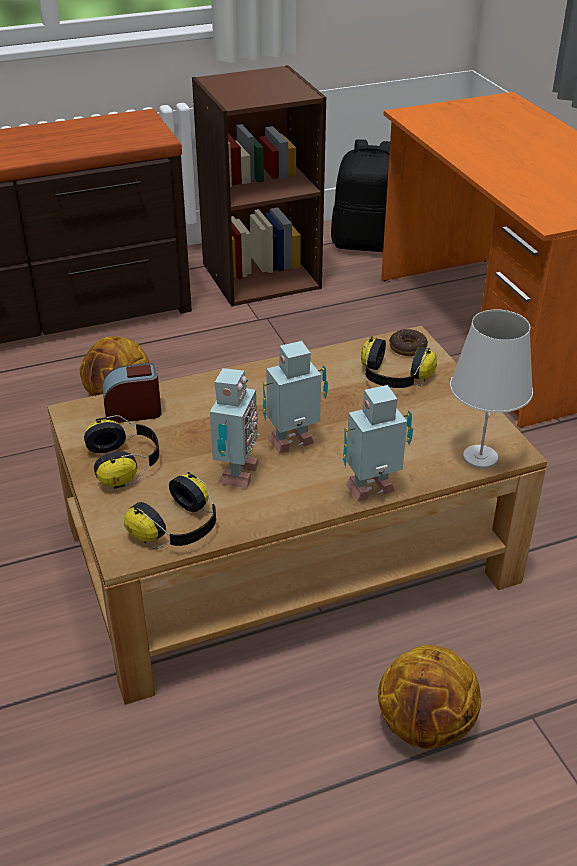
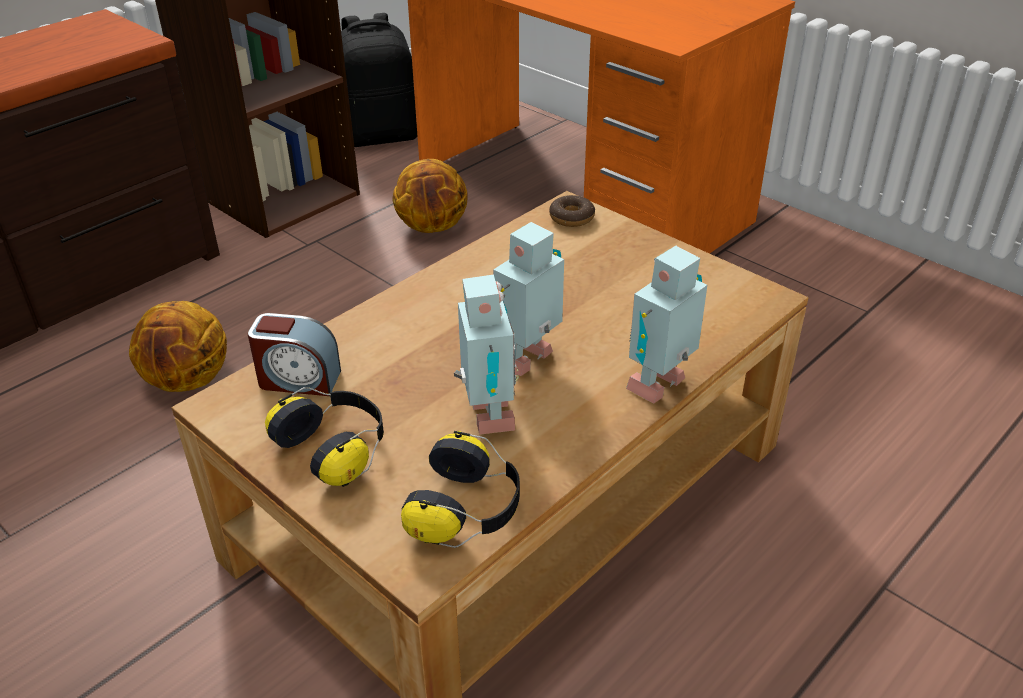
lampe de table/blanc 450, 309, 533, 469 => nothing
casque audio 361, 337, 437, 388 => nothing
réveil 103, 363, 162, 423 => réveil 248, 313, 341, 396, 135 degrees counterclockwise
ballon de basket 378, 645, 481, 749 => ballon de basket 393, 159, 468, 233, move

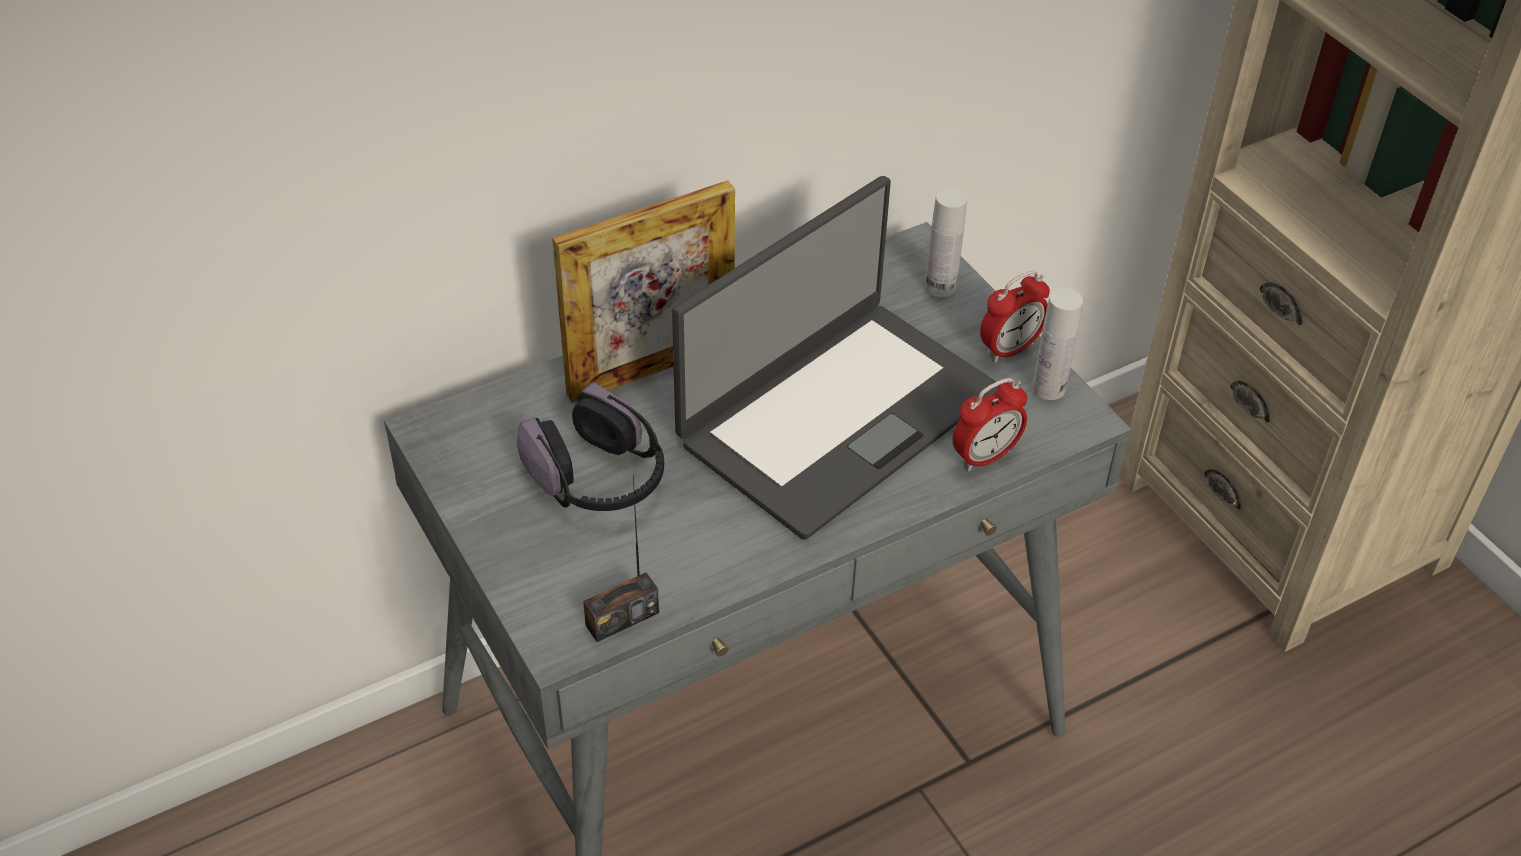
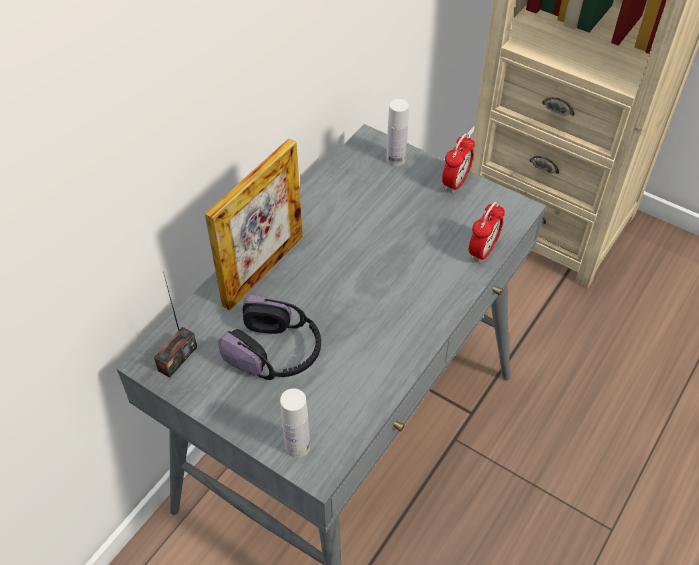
ordinateur portable 672, 176, 999, 540 => nothing
bouteille/blanc 1032, 288, 1083, 400 => bouteille/blanc 280, 388, 310, 458, move
radio 583, 476, 659, 642 => radio 154, 272, 197, 378, move

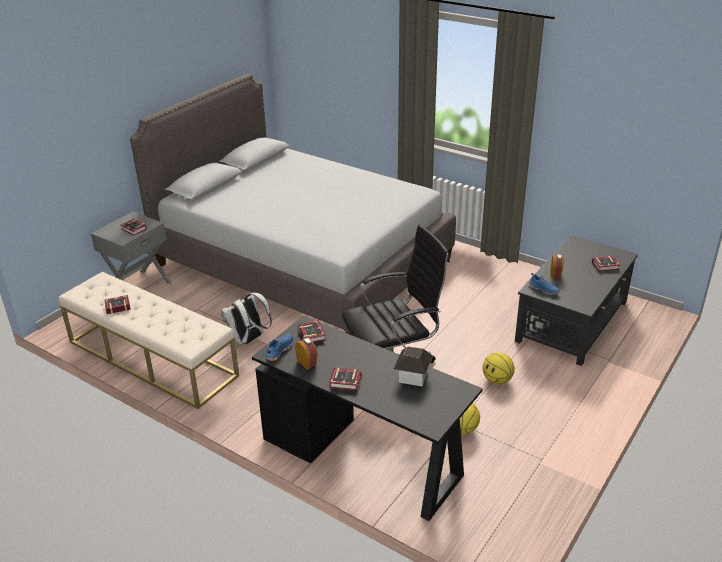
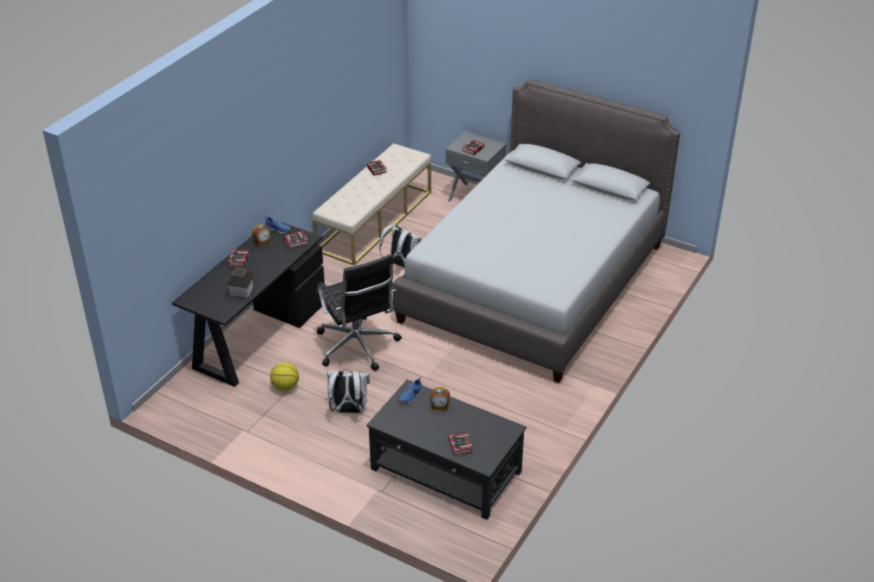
ballon de basket 483, 352, 515, 384 => sac à dos/blanc 327, 369, 370, 413

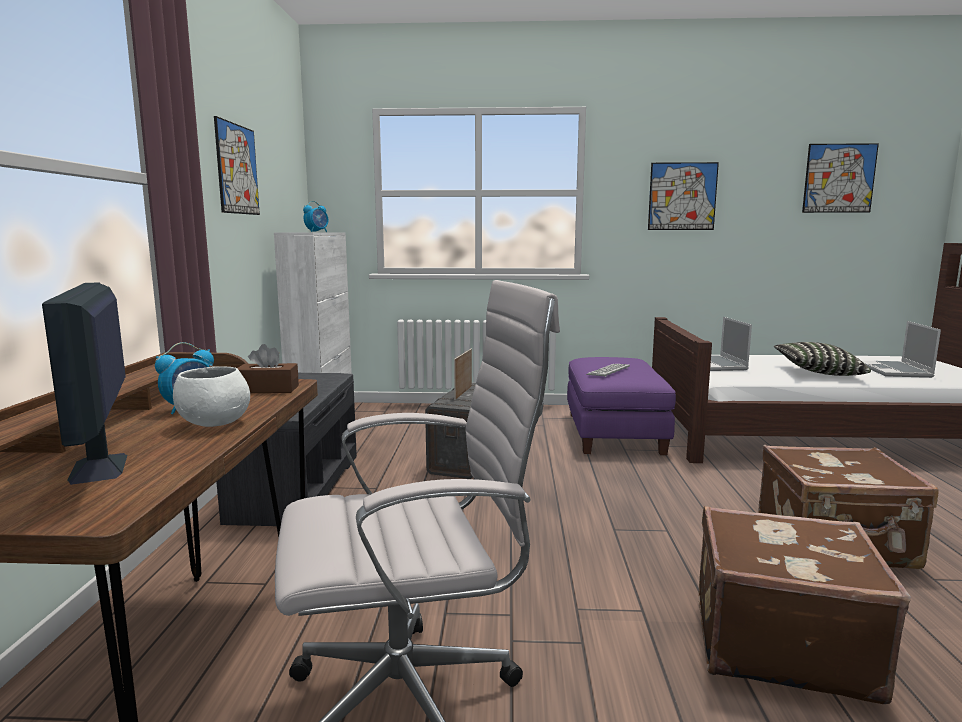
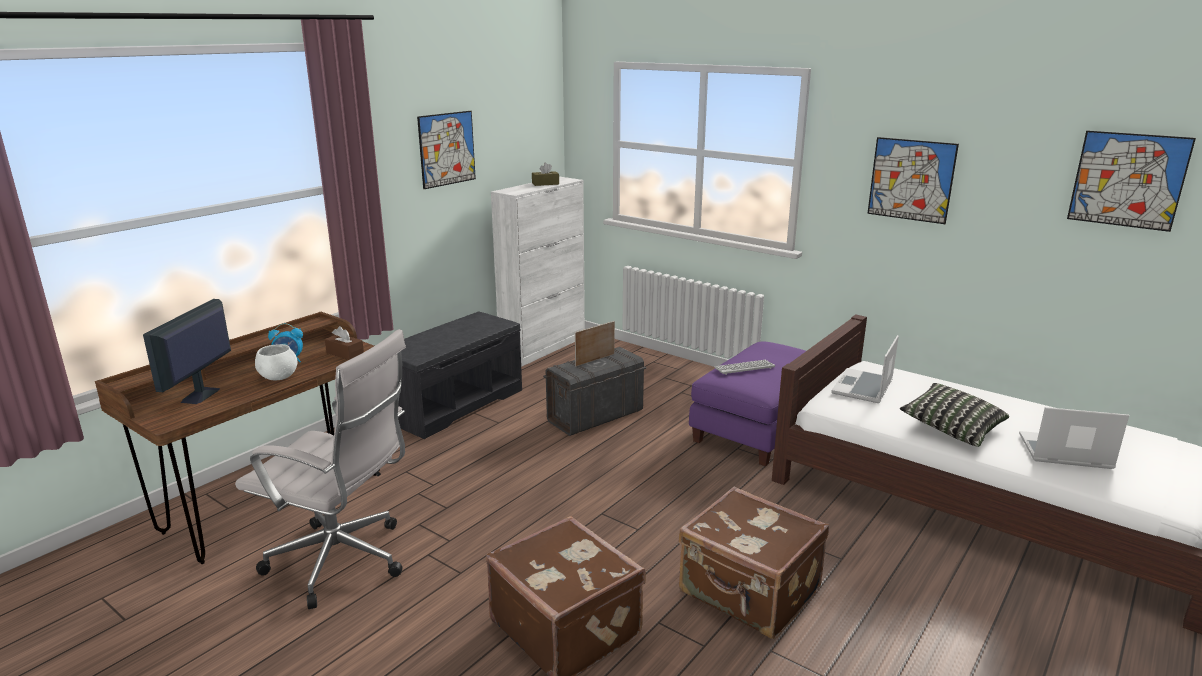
réveil 303, 201, 328, 232 => boîte à mouchoirs/marron 532, 163, 559, 186
ordinateur portable 862, 321, 941, 378 => ordinateur portable 1019, 407, 1129, 469, 60 degrees clockwise

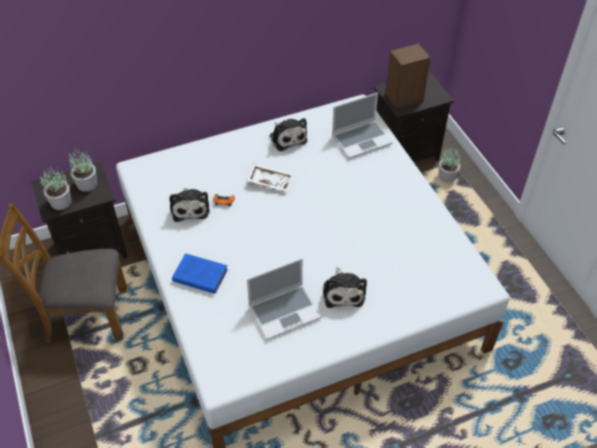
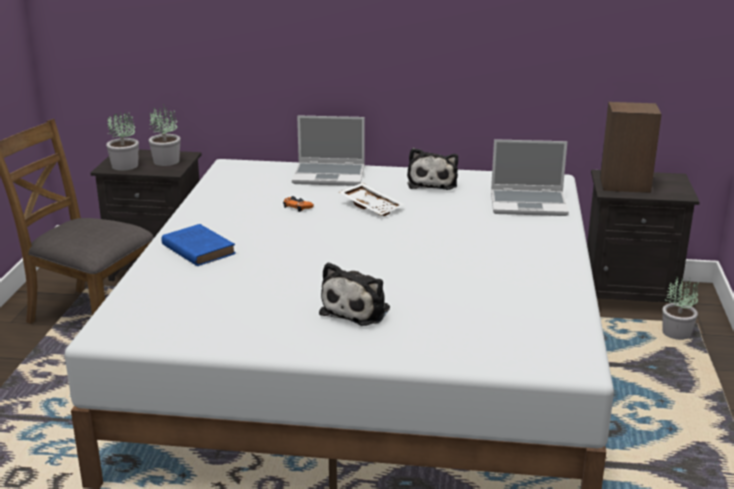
peluche 169, 188, 210, 222 => nothing
ordinateur portable 247, 258, 321, 340 => ordinateur portable 292, 115, 365, 186, move

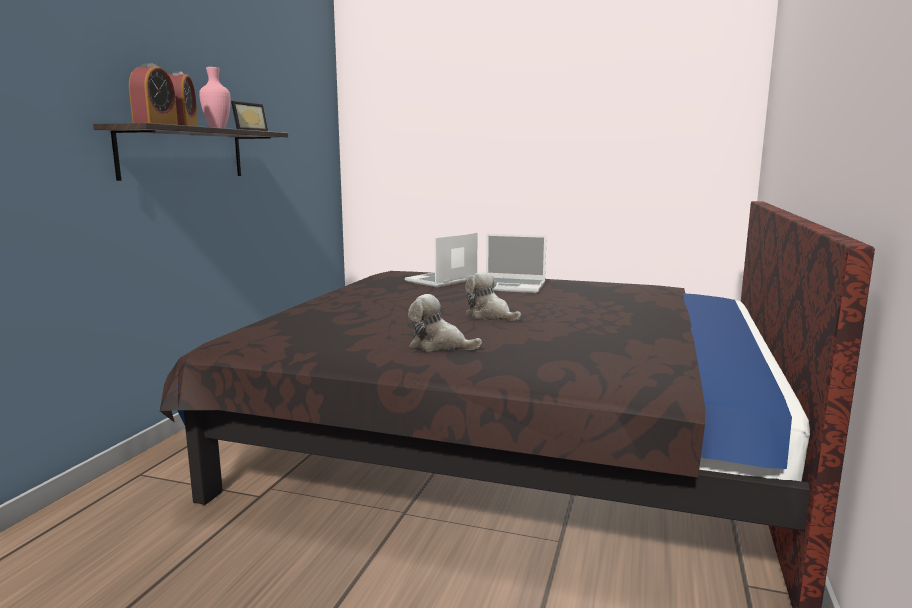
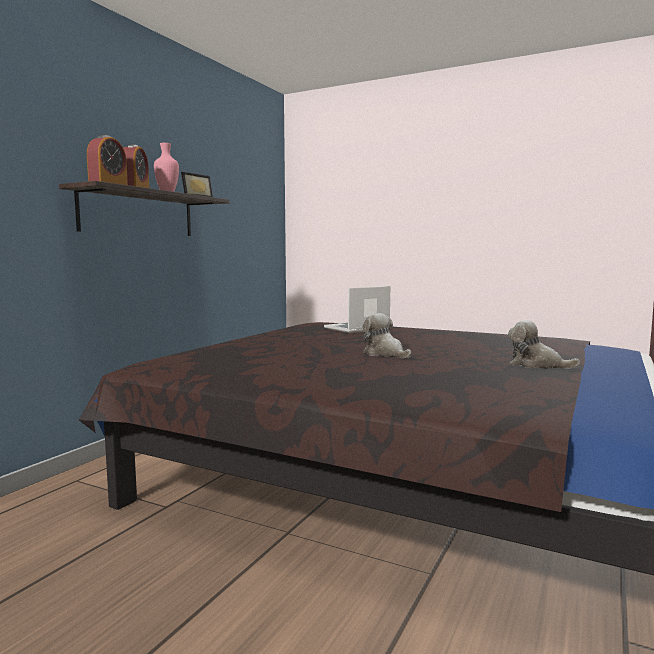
ordinateur portable 486, 234, 547, 293 => nothing
peluche 408, 294, 482, 351 => peluche 508, 320, 580, 369, move

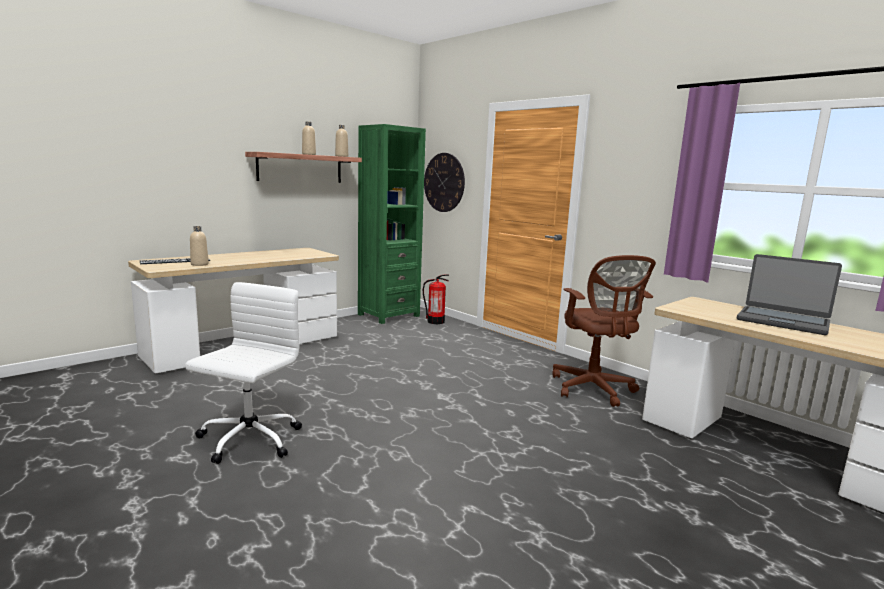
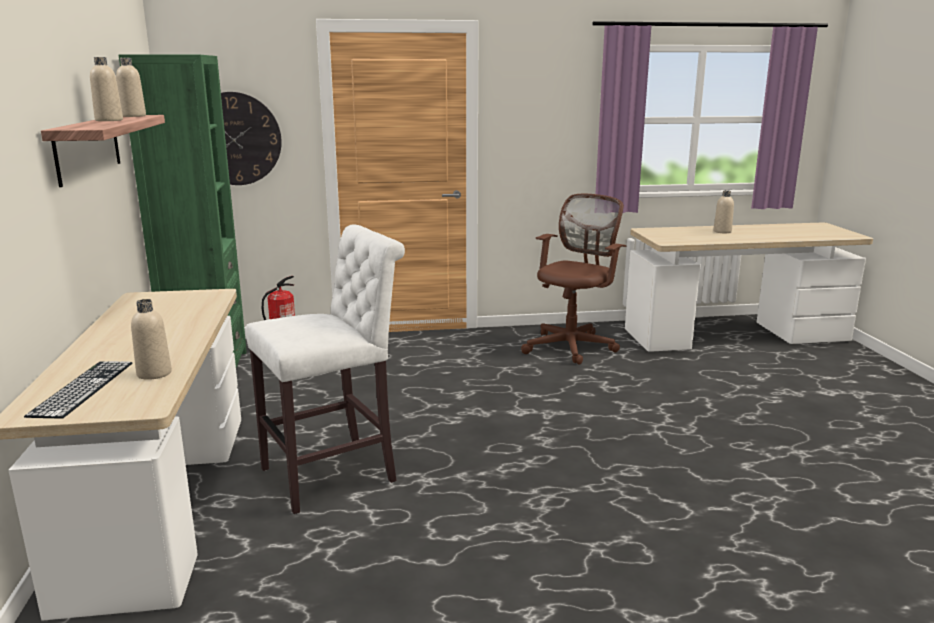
ordinateur portable 737, 254, 842, 335 => bouteille/beige 713, 190, 734, 233
chaise de bureau/marron 552, 255, 656, 407 => chaise de bureau/marron 521, 194, 627, 365, 75 degrees counterclockwise
chaise de bureau/blanc 185, 282, 302, 464 => nothing
nothing => tabouret/blanc 245, 225, 405, 514

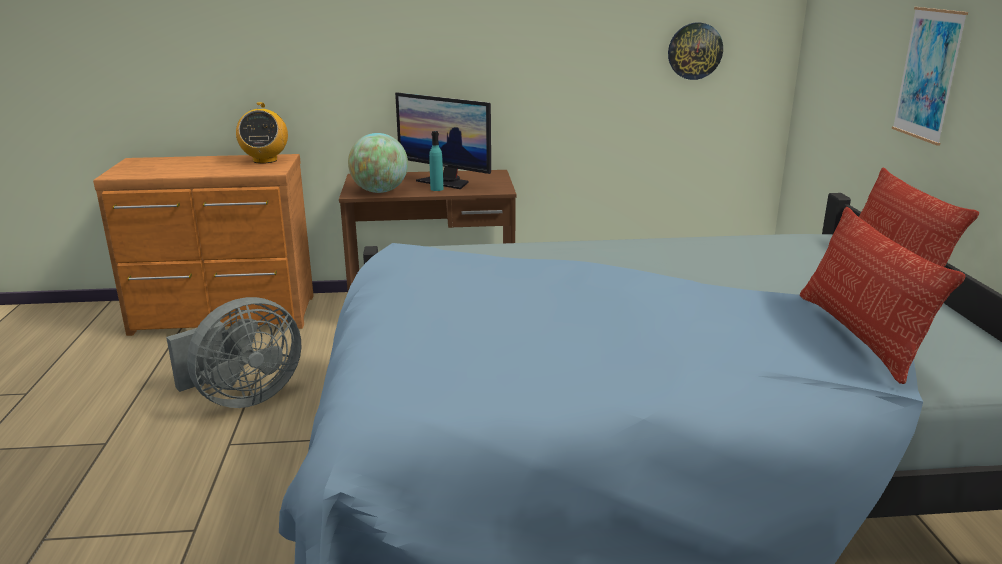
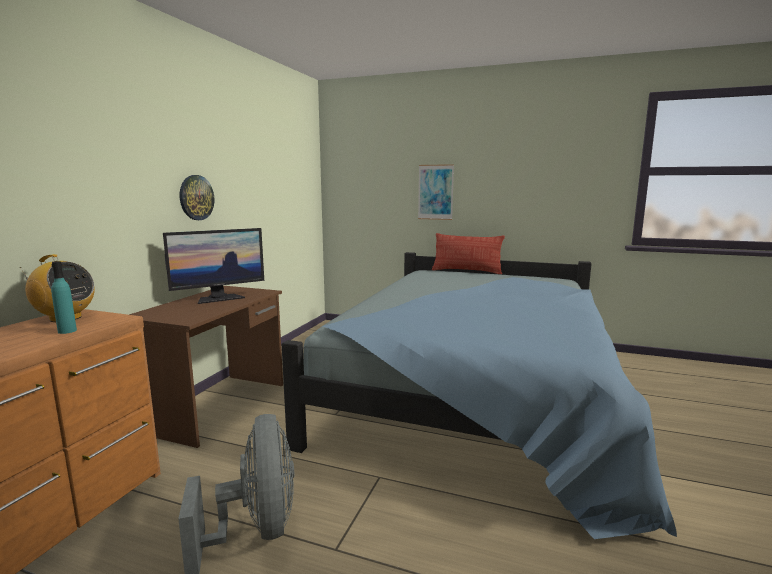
horloge murale 668, 23, 723, 80 => horloge murale 180, 175, 214, 220, move
bouteille/turquoise 429, 131, 443, 191 => bouteille/turquoise 51, 261, 77, 334, move
globe 348, 133, 408, 193 => nothing
coussin 800, 207, 965, 384 => nothing

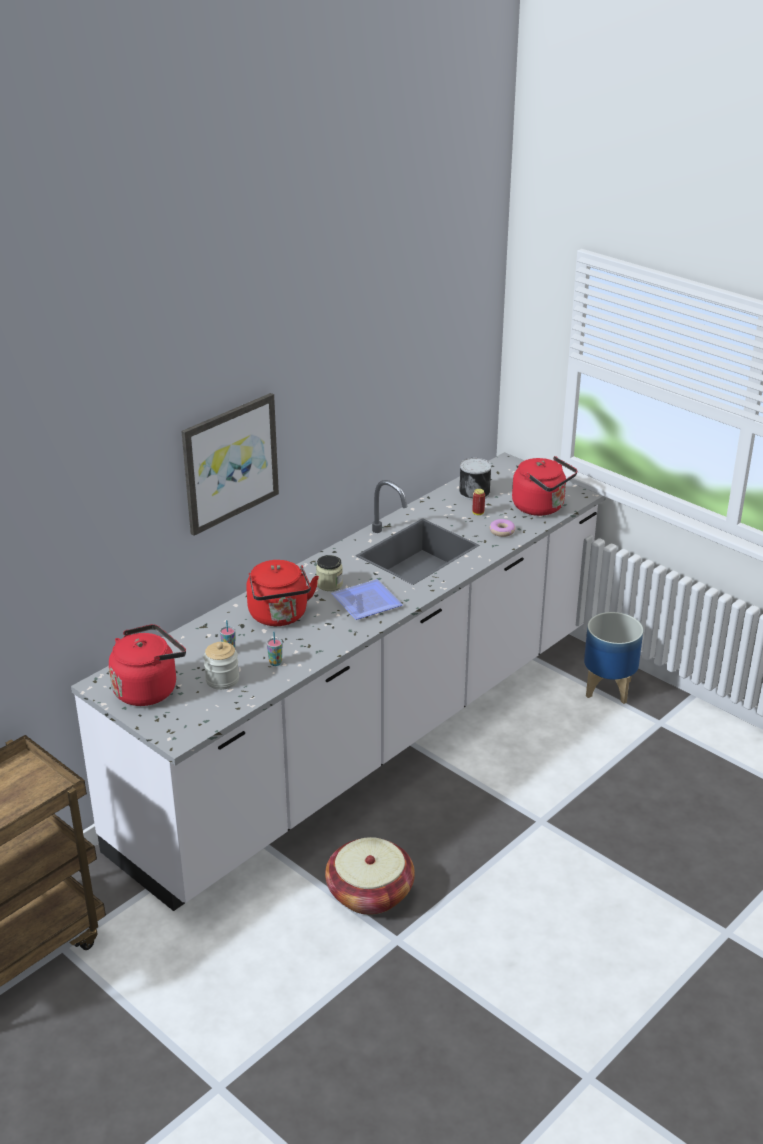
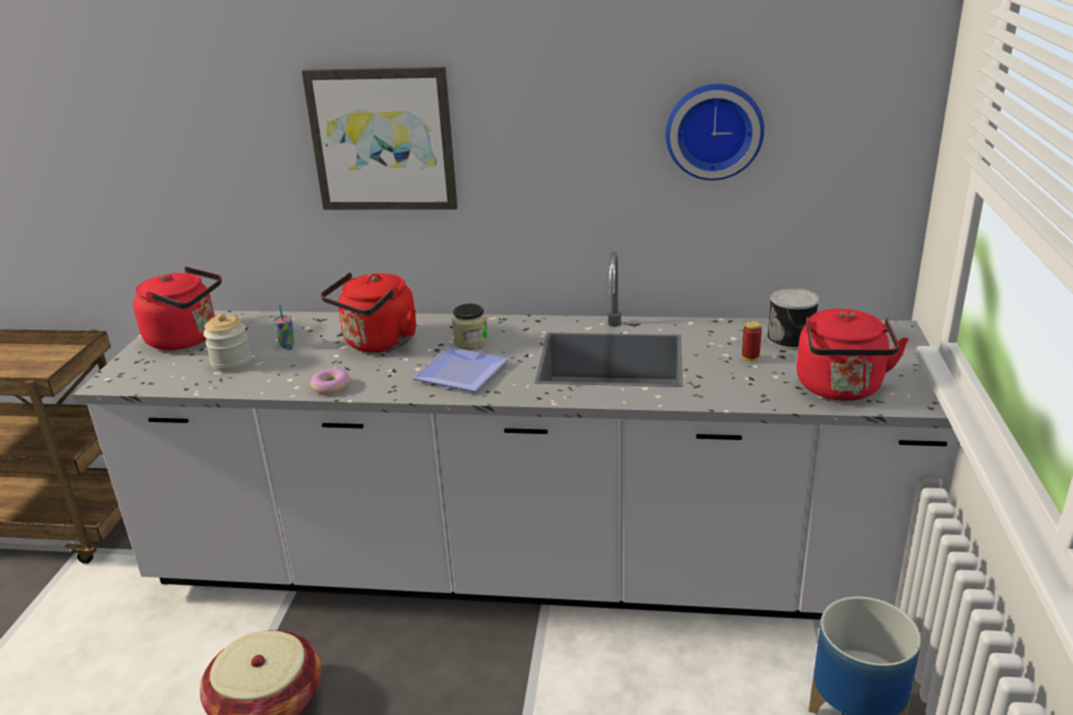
beignet 490, 519, 515, 537 => beignet 311, 369, 350, 394, move
tasse 267, 632, 282, 666 => nothing
nothing => horloge murale 666, 84, 764, 180

